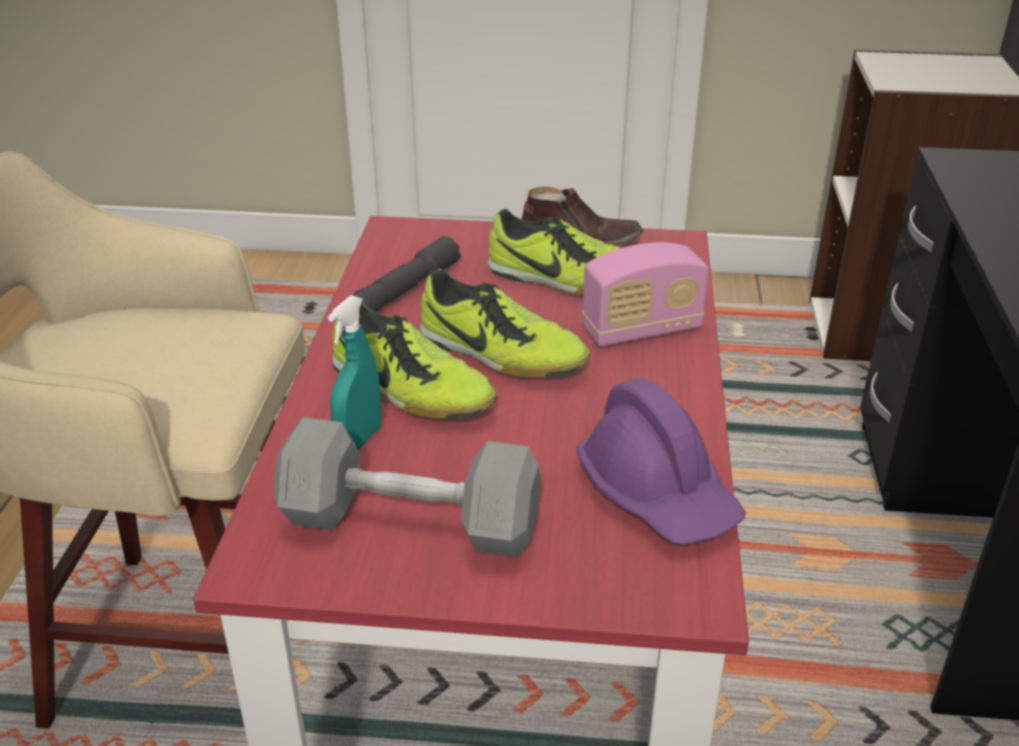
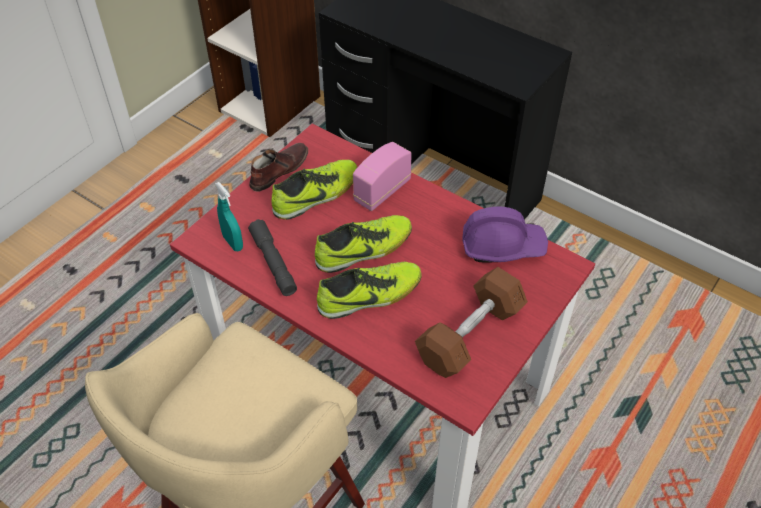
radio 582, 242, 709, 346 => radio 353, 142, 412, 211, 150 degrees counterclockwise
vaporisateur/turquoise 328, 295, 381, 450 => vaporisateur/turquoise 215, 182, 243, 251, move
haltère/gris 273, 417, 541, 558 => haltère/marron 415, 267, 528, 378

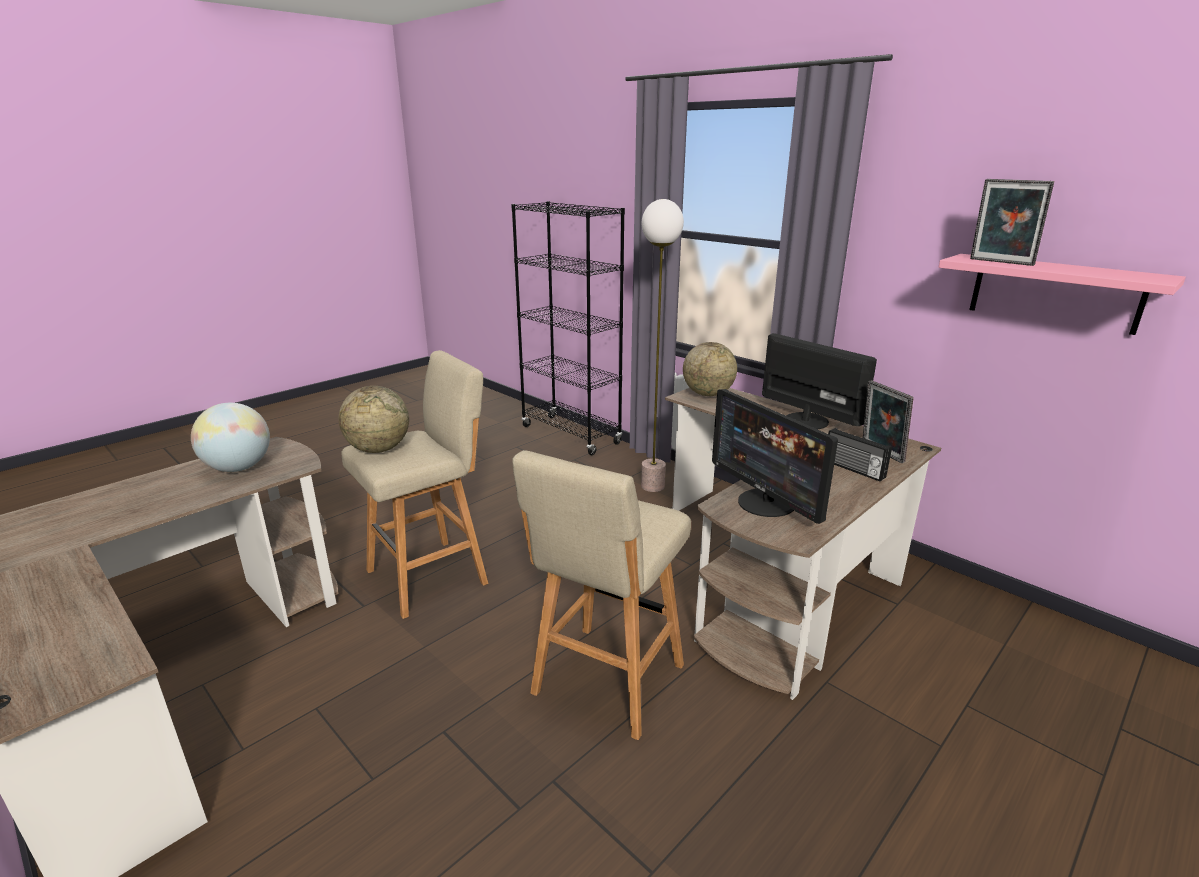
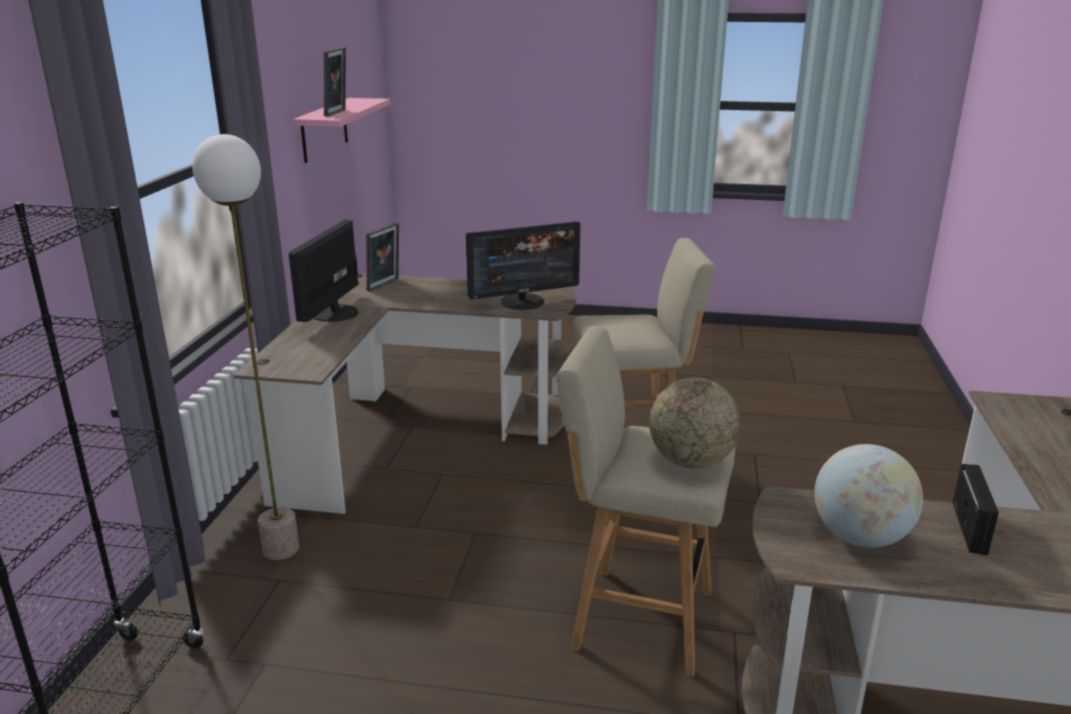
globe 683, 342, 737, 396 => nothing
écran d'ordinateur 712, 389, 838, 524 => écran d'ordinateur 466, 221, 580, 310, 45 degrees clockwise
radio 828, 428, 892, 481 => radio 953, 464, 999, 555, move

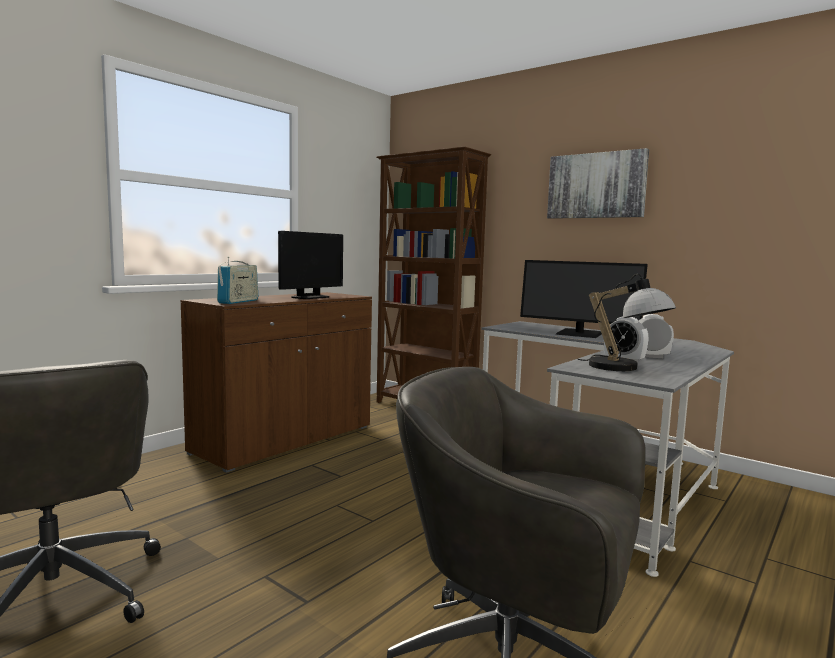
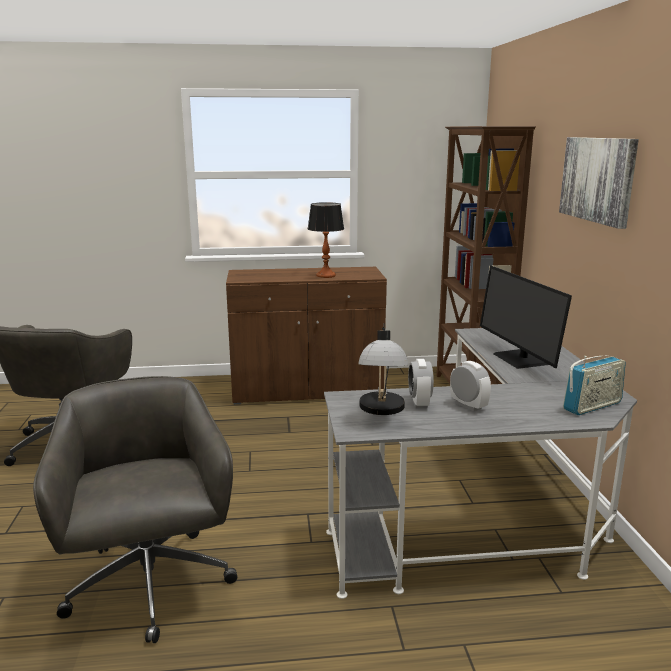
écran d'ordinateur 278, 231, 343, 299 => lampe de table 307, 202, 344, 278
radio 217, 257, 258, 304 => radio 563, 356, 626, 415, move

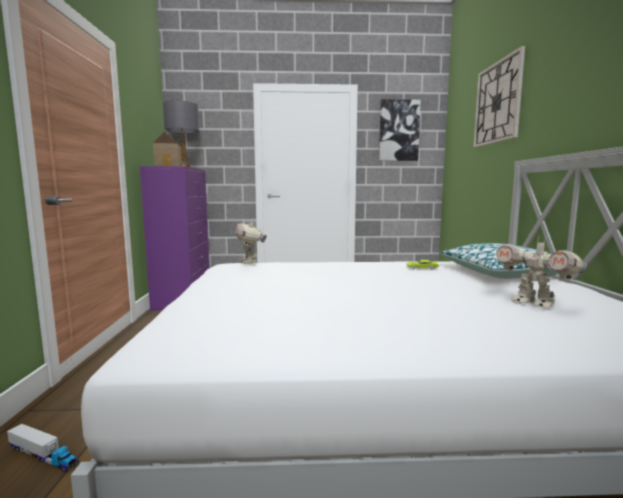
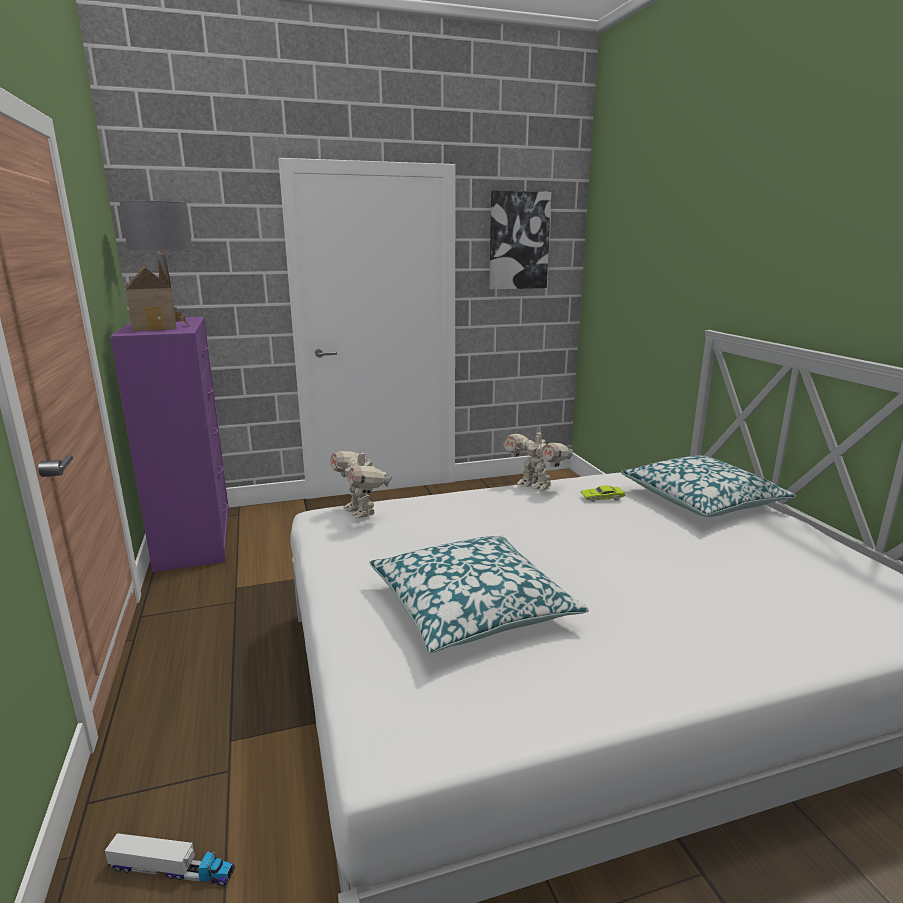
horloge murale 473, 46, 525, 147 => nothing
robot jouet 496, 235, 587, 307 => robot jouet 503, 426, 573, 490, move
nothing => coussin 370, 536, 589, 653

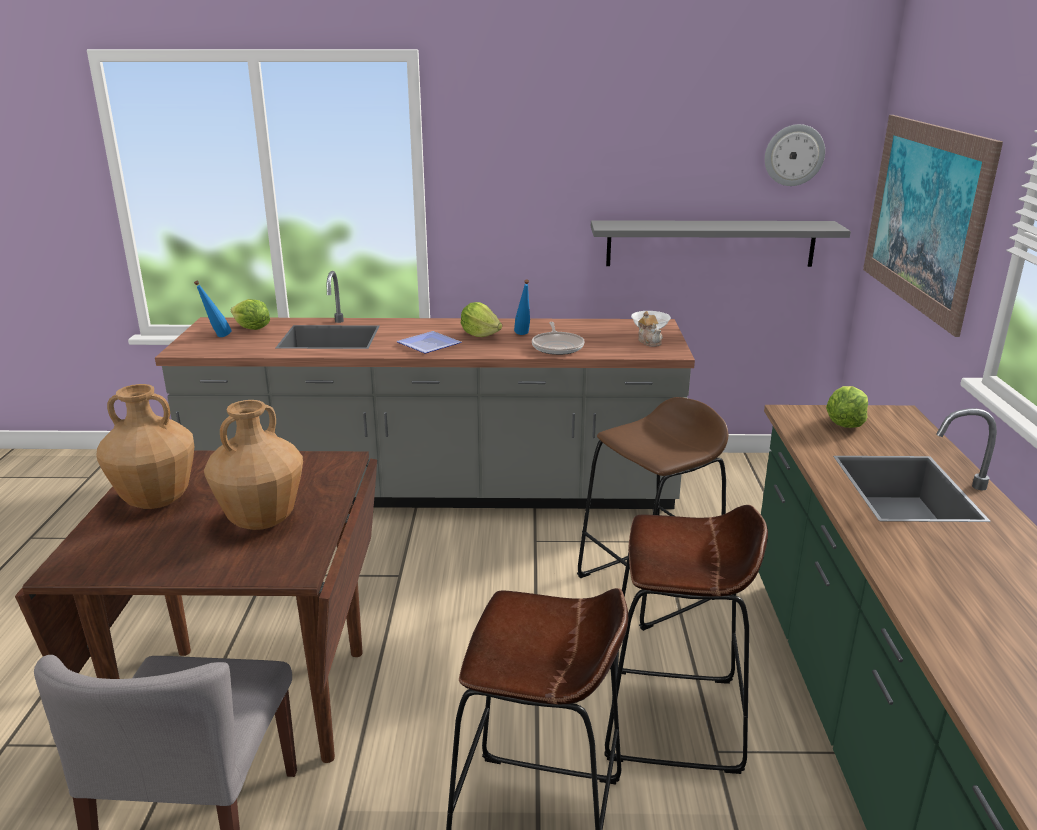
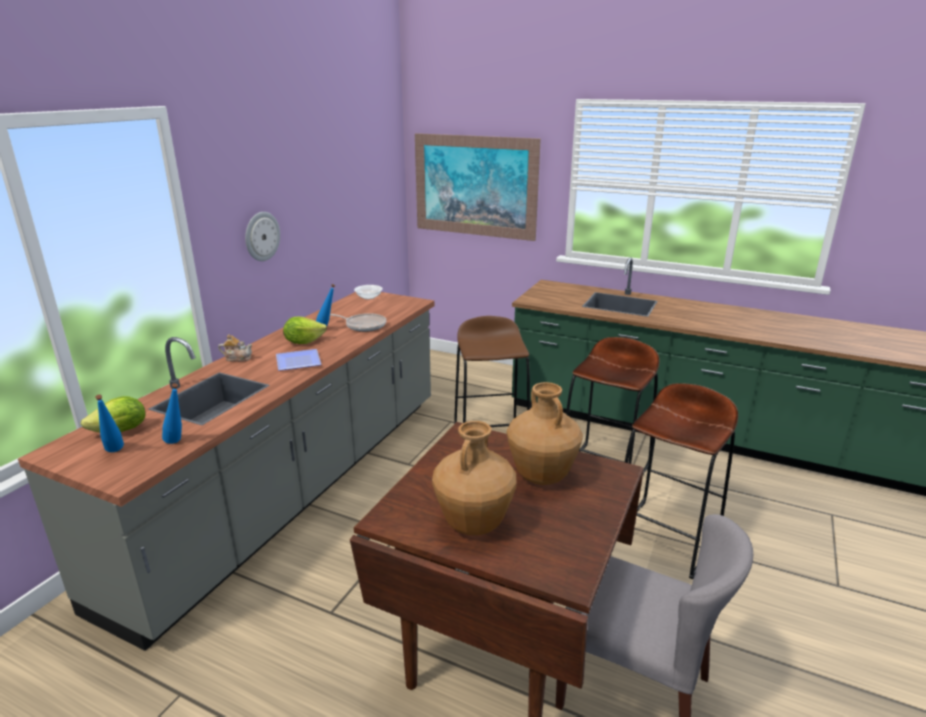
horloge murale 765, 124, 825, 186 => horloge murale 245, 212, 280, 261, move
étagère/gris 591, 220, 851, 267 => nothing
théière 638, 311, 663, 347 => théière 218, 334, 252, 361, move
laitue 826, 386, 868, 428 => nothing
nothing => bouteille/bleu 162, 383, 182, 444

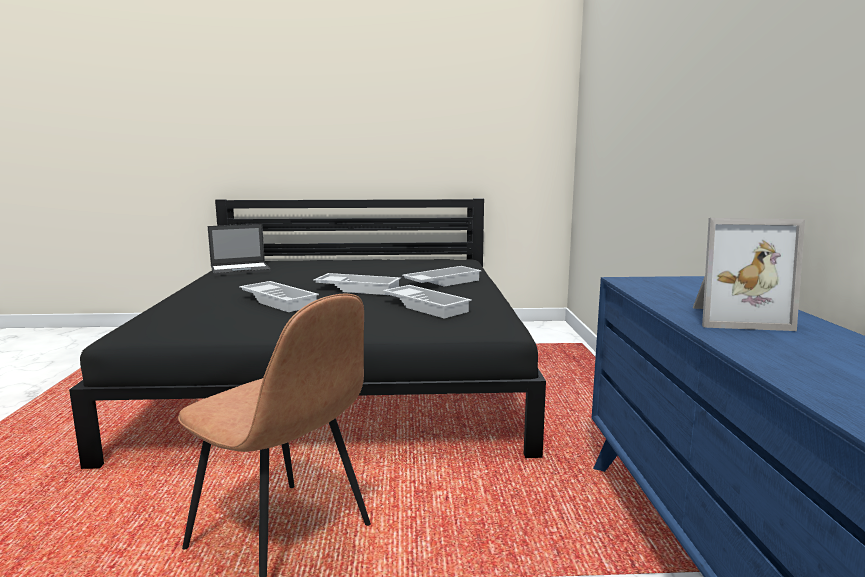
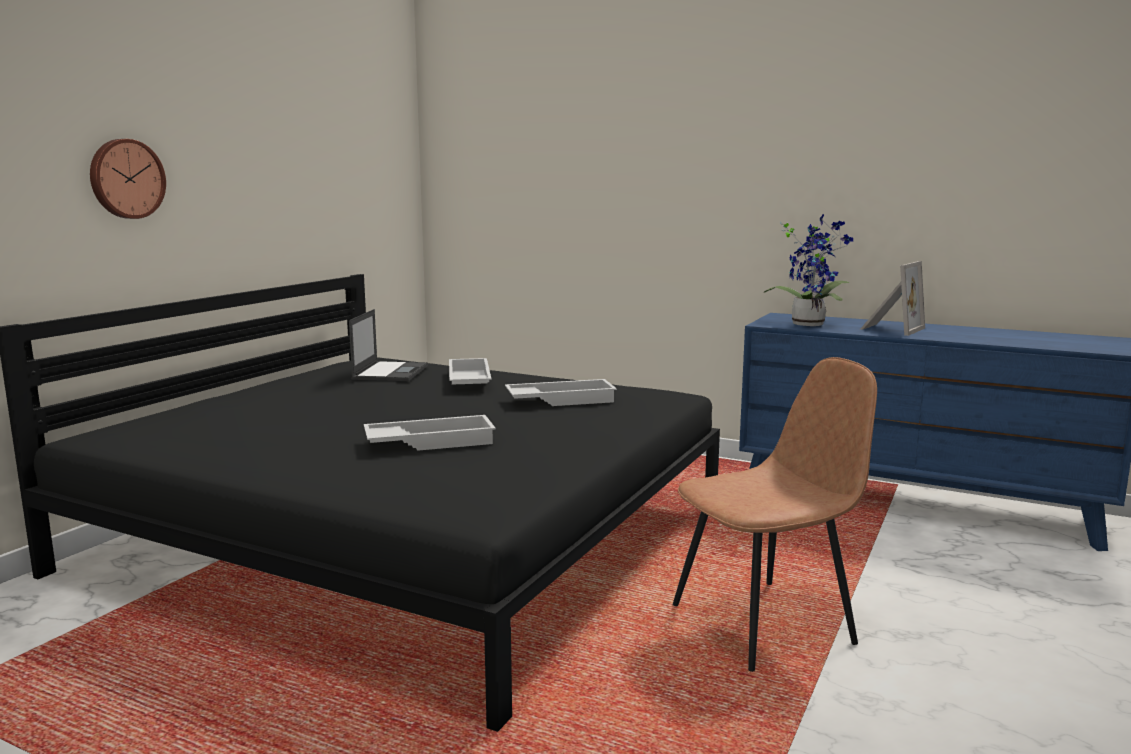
ordinateur portable 208, 224, 271, 276 => ordinateur portable 349, 309, 428, 381, move
plateau/blanc 313, 273, 401, 295 => nothing
nothing => horloge murale 90, 139, 166, 219
nothing => plante en pot 763, 214, 853, 326

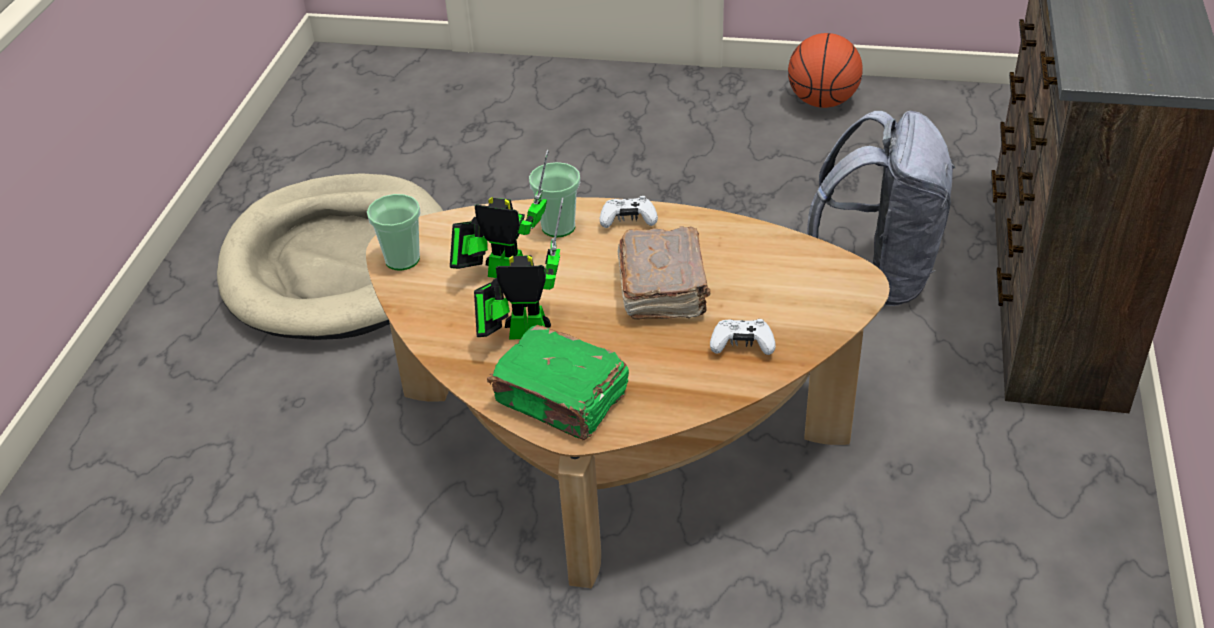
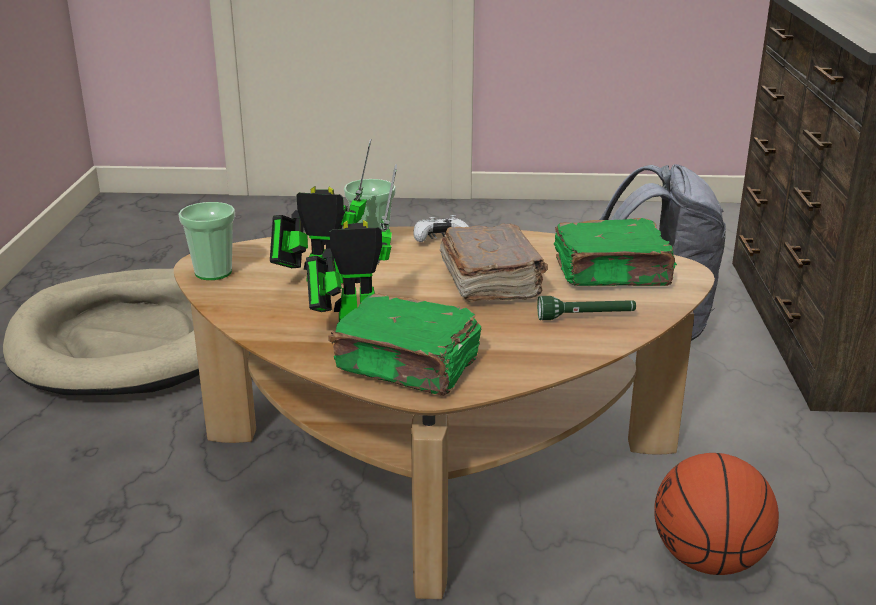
ballon de basket 788, 33, 863, 108 => ballon de basket 654, 453, 779, 575, move
manette/blanc 710, 319, 776, 355 => lampe de poche/vert 537, 296, 636, 320
nothing => livre/vert 554, 218, 677, 286

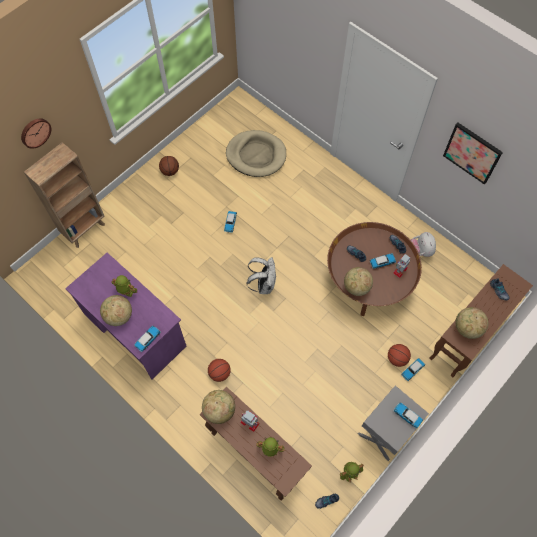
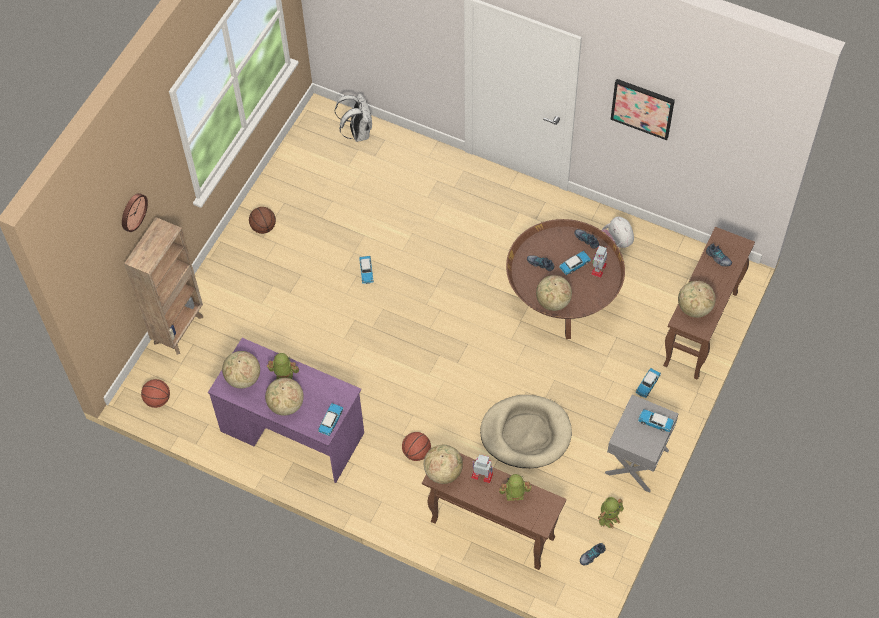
panier pour chien/beige 226, 130, 286, 177 => panier pour chien/beige 480, 395, 572, 468, move
sac à dos/blanc 247, 257, 276, 294 => sac à dos/blanc 335, 93, 372, 142, move
ballon de basket 388, 344, 411, 367 => ballon de basket 141, 379, 170, 408, move
nothing => globe 222, 351, 260, 388

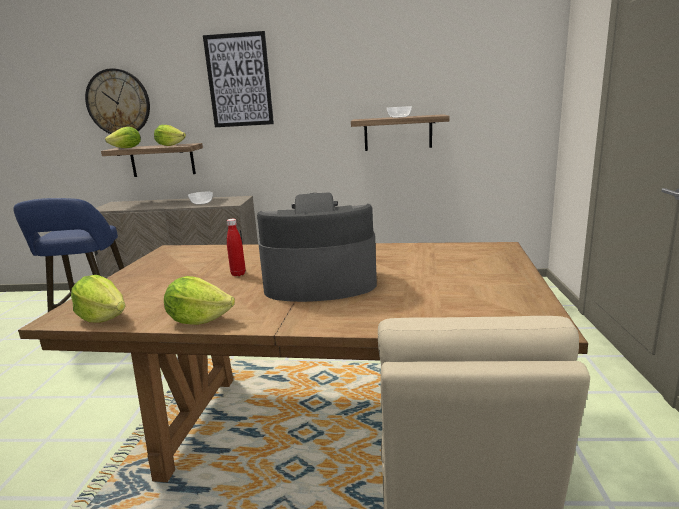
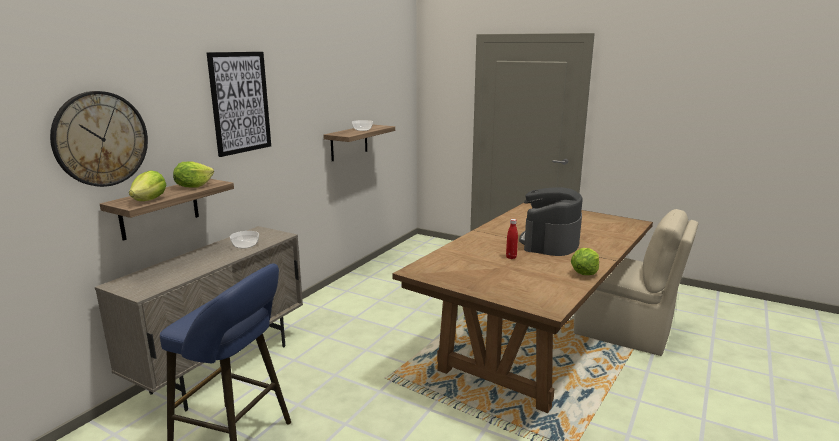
laitue 71, 275, 126, 323 => nothing

